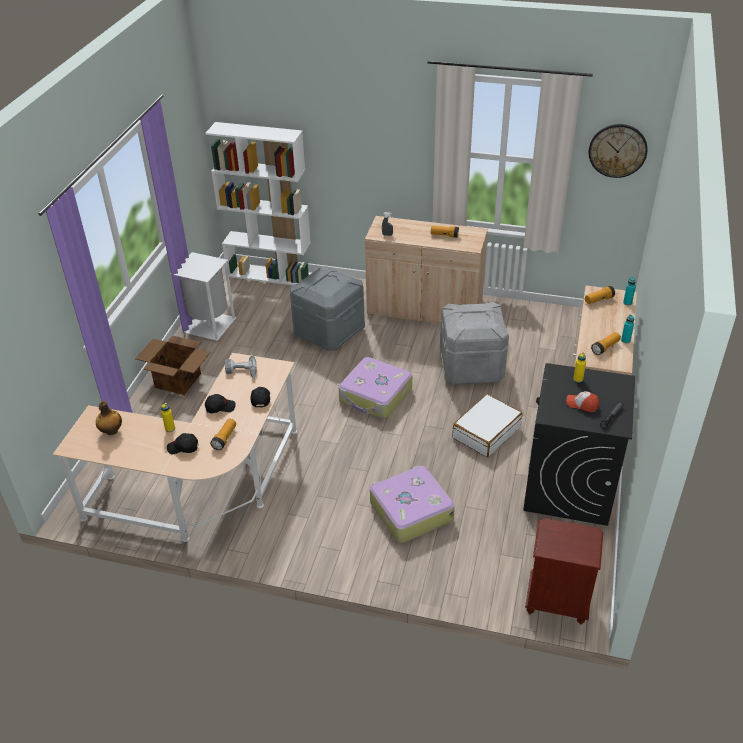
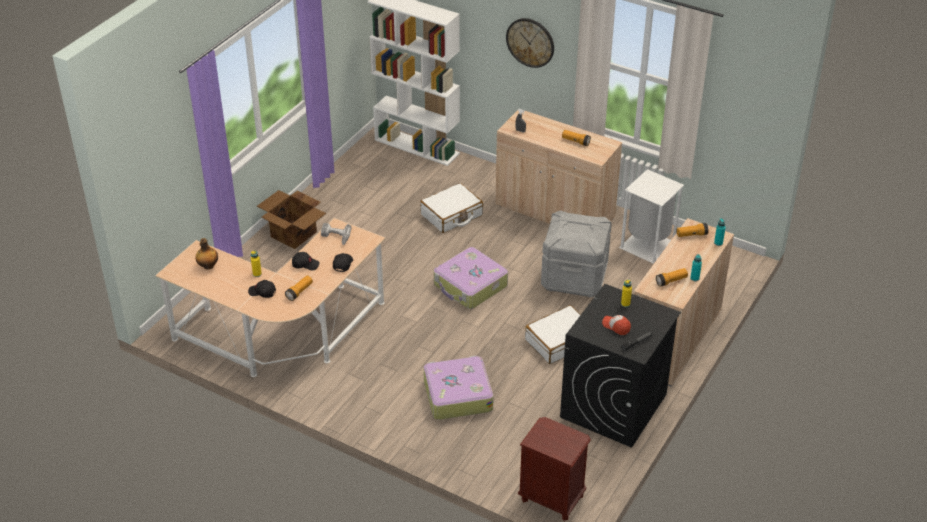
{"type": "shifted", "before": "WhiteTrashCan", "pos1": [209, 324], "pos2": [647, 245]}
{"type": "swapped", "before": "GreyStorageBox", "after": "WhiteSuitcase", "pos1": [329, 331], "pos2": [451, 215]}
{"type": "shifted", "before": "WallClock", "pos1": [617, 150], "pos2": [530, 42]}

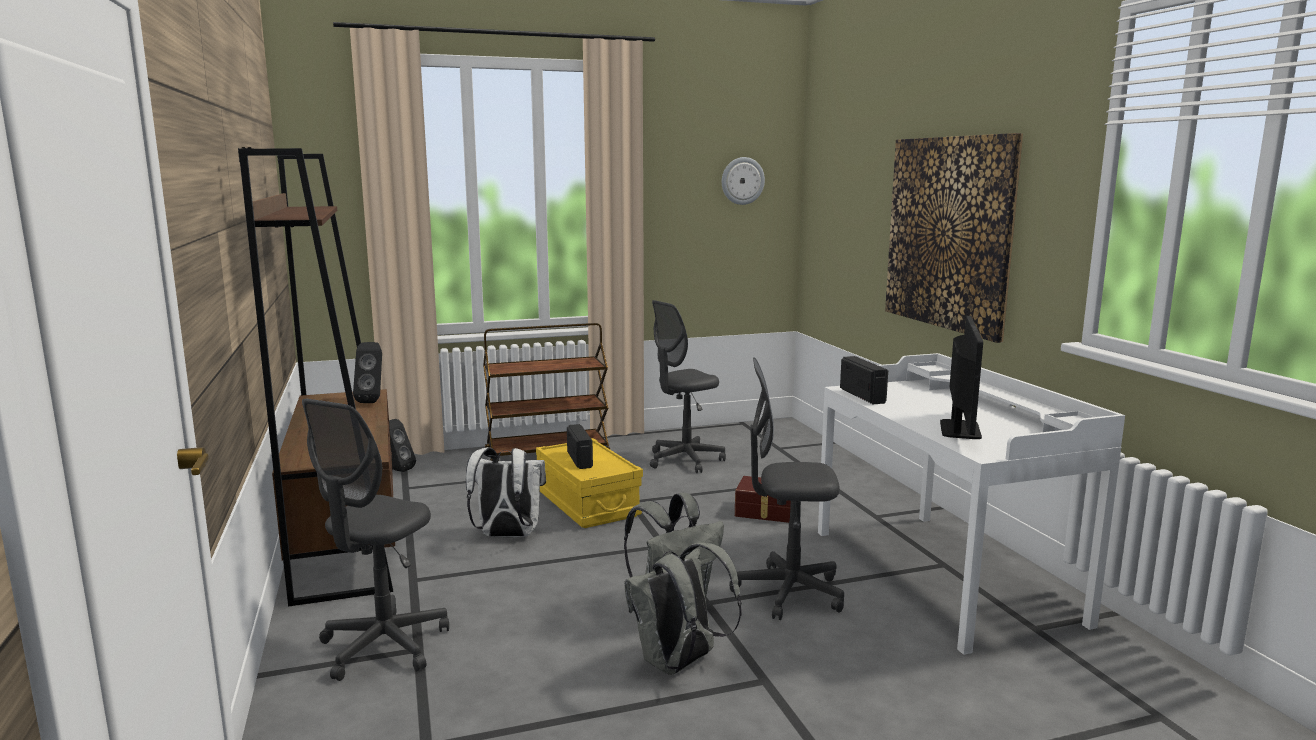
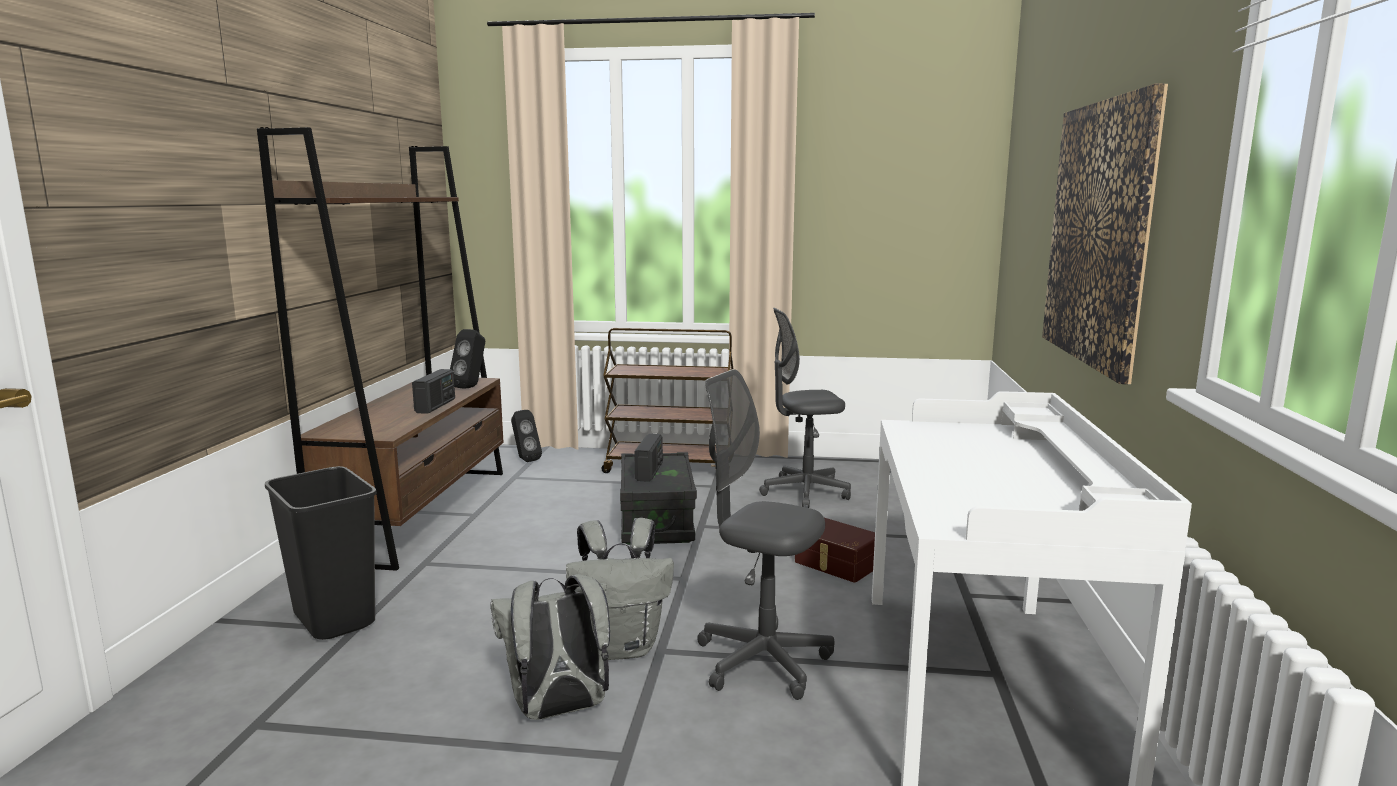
{"type": "swapped", "before": "GreyOfficeChair", "after": "BlackTrashCan", "pos1": [384, 646], "pos2": [332, 619]}
{"type": "gone", "before": "WhiteBackpack", "pos1": [507, 536]}
{"type": "repainted", "before": "YellowStorageBox", "after": "BlackStorageBox", "pos1": [588, 504], "pos2": [656, 521]}
{"type": "gone", "before": "WallClock", "pos1": [742, 181]}
{"type": "shifted", "before": "Radio", "pos1": [863, 396], "pos2": [436, 406]}
{"type": "gone", "before": "Monitor", "pos1": [960, 429]}

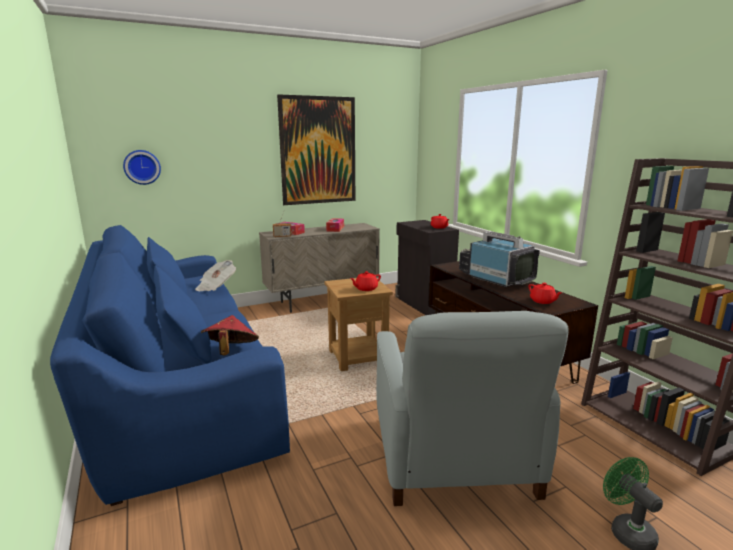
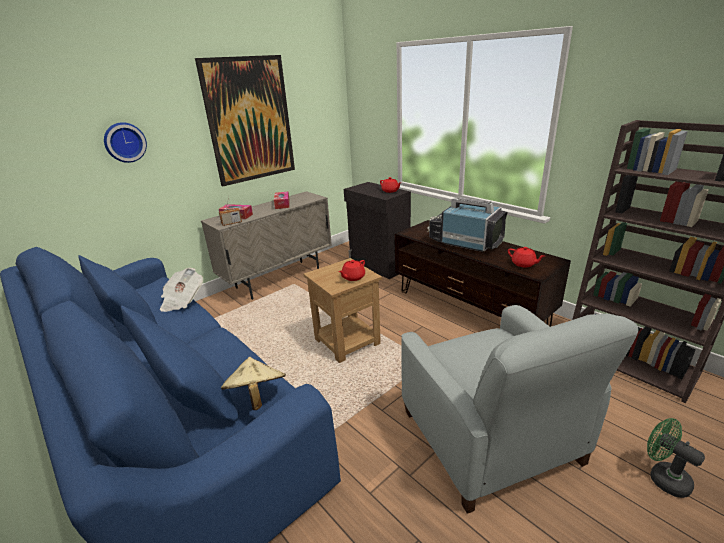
{"type": "shifted", "before": "WallClock", "pos1": [142, 167], "pos2": [124, 142]}
{"type": "repainted", "before": "RedHat", "after": "BeigeHat", "pos1": [231, 352], "pos2": [255, 397]}

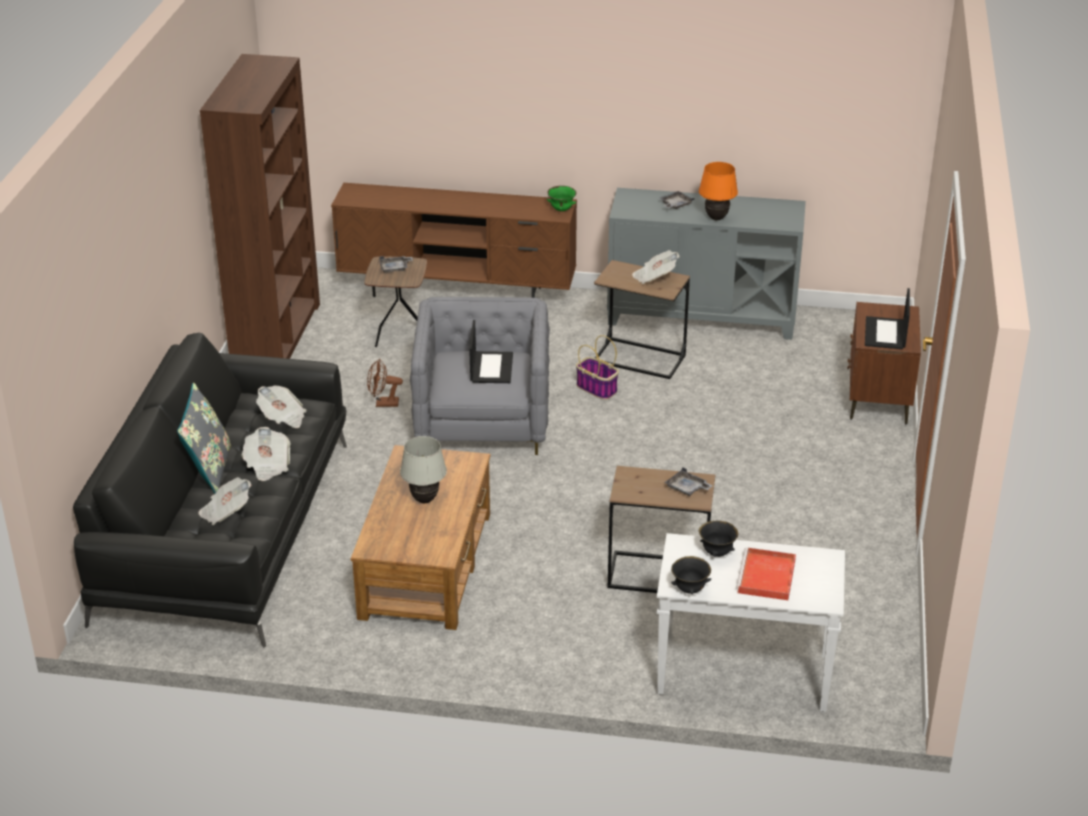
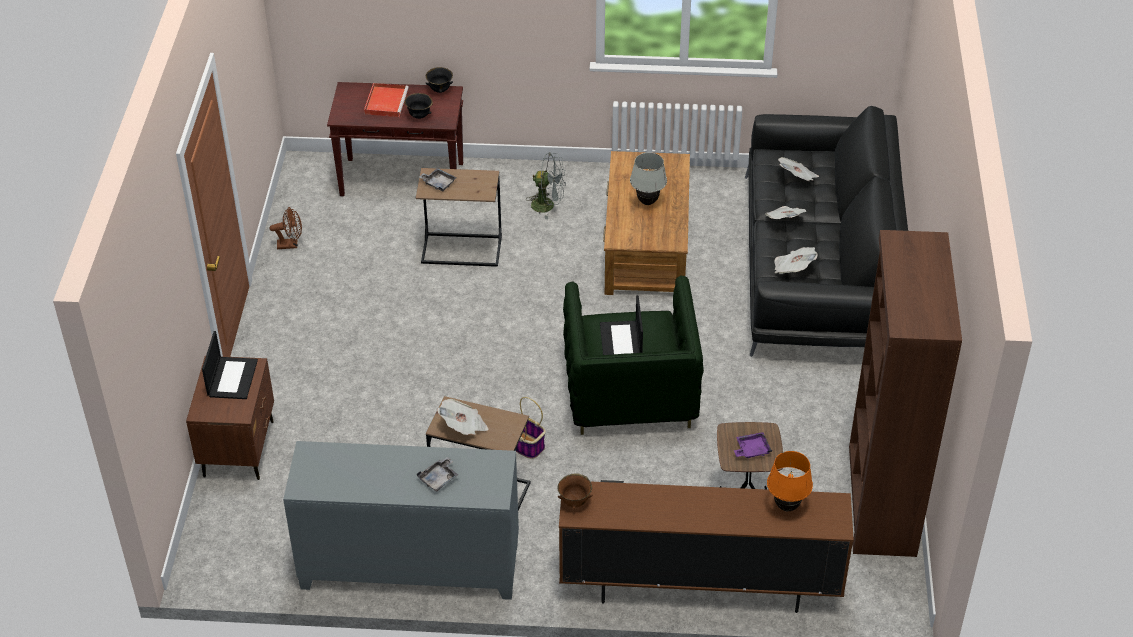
{"type": "gone", "before": "GreyPillow", "pos1": [209, 469]}
{"type": "shifted", "before": "BrownFan", "pos1": [383, 403], "pos2": [291, 244]}
{"type": "repainted", "before": "GreyTray", "after": "PurpleTray", "pos1": [395, 268], "pos2": [751, 450]}
{"type": "repainted", "before": "GreyArmchair", "after": "GreenArmchair", "pos1": [483, 422], "pos2": [630, 393]}
{"type": "repainted", "before": "GreenBowl", "after": "BrownBowl", "pos1": [561, 210], "pos2": [575, 502]}
{"type": "repainted", "before": "WhiteConsoleTable", "after": "BrownConsoleTable", "pos1": [742, 675], "pos2": [403, 179]}
{"type": "shifted", "before": "OrangeTableLamp", "pos1": [716, 218], "pos2": [787, 506]}
{"type": "new", "after": "GreyFan", "pos2": [548, 205]}

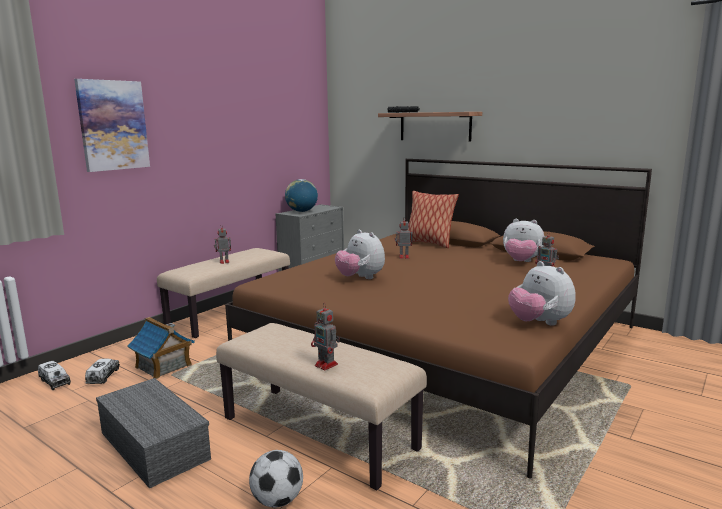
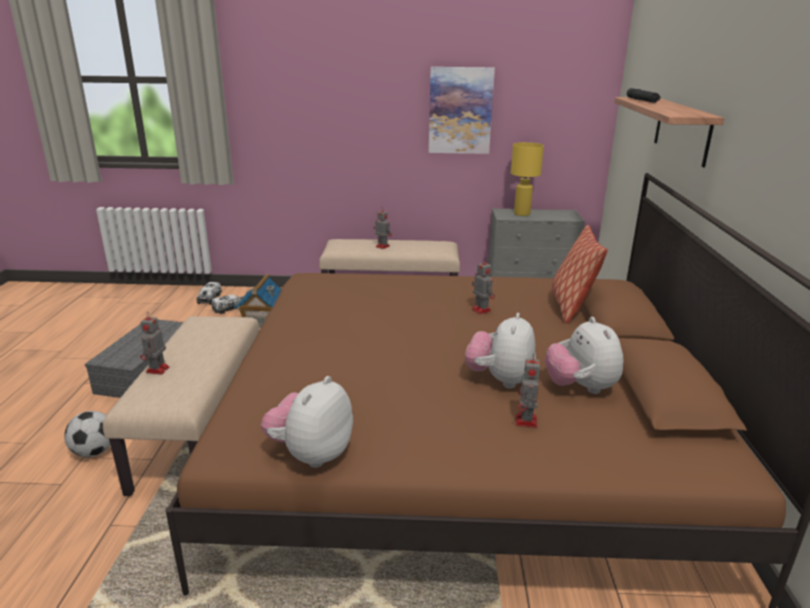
{"type": "shifted", "before": "Picture", "pos1": [113, 125], "pos2": [460, 111]}
{"type": "swapped", "before": "Globe", "after": "YellowTableLamp", "pos1": [302, 211], "pos2": [521, 213]}
{"type": "shifted", "before": "PlushToy", "pos1": [360, 278], "pos2": [500, 380]}

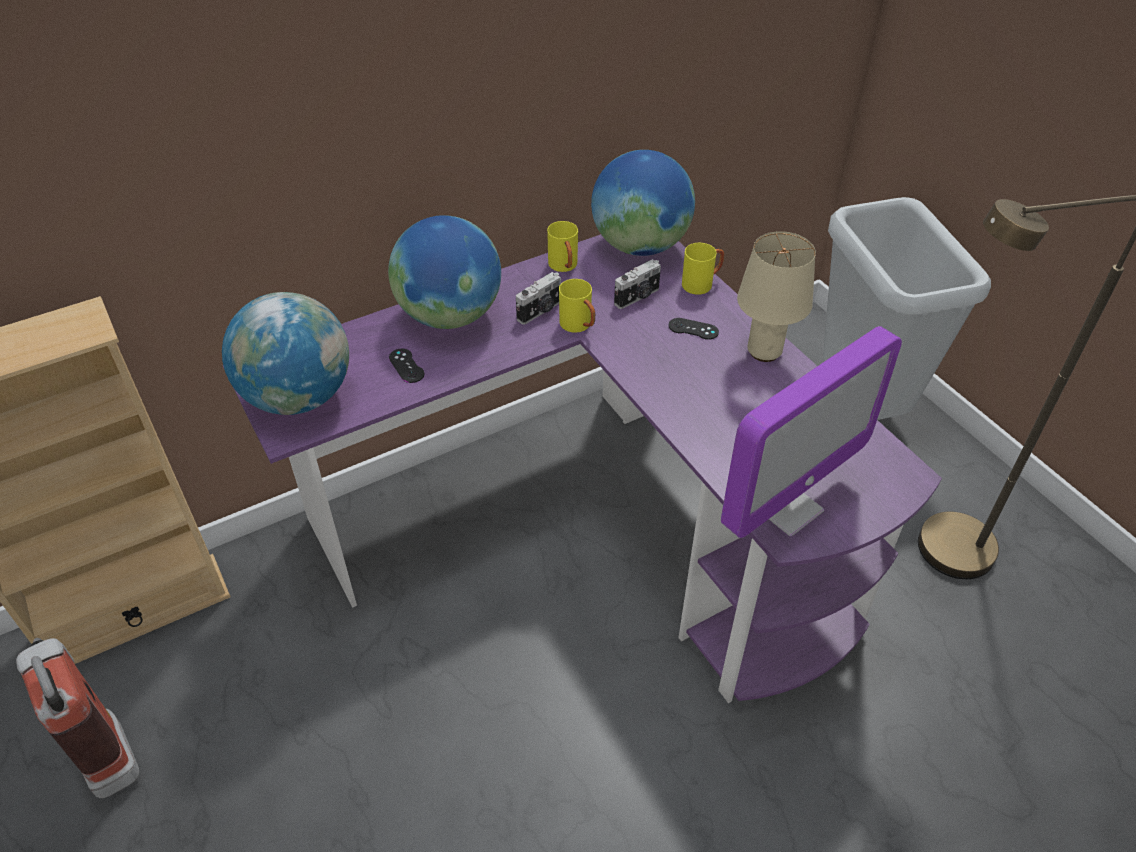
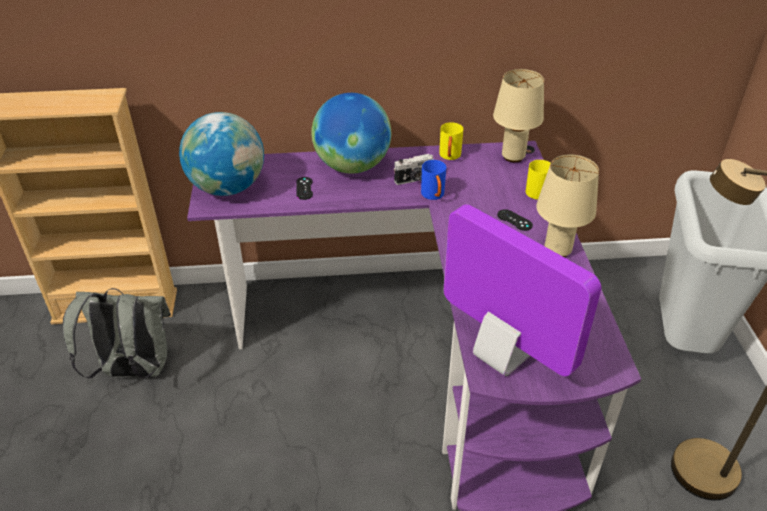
{"type": "gone", "before": "FireExtinguisher", "pos1": [104, 747]}
{"type": "repainted", "before": "YellowMug", "after": "BlueMug", "pos1": [579, 326], "pos2": [434, 196]}
{"type": "swapped", "before": "Globe", "after": "BeigeTableLamp", "pos1": [640, 246], "pos2": [512, 157]}
{"type": "gone", "before": "PhotoCamera", "pos1": [638, 297]}
{"type": "rotated", "before": "Monitor", "pos1": [785, 507], "pos2": [501, 356], "turn": -120}
{"type": "new", "after": "GreyBackpack", "pos2": [133, 370]}

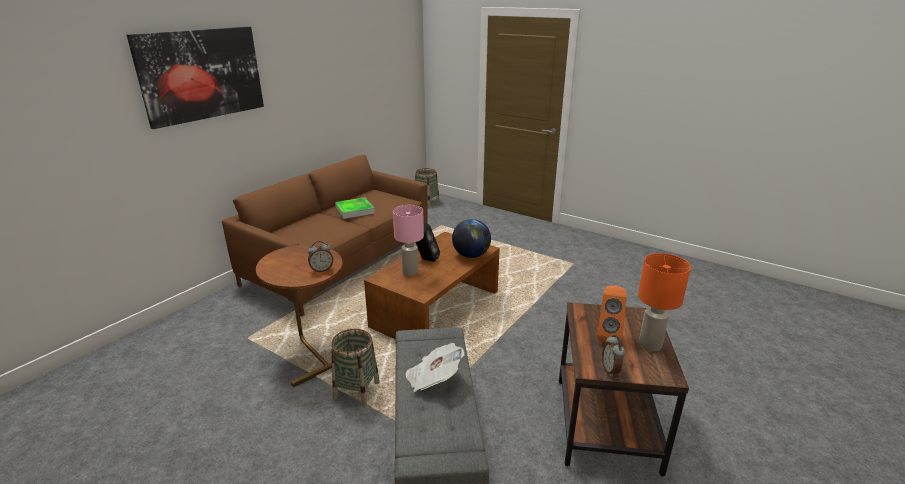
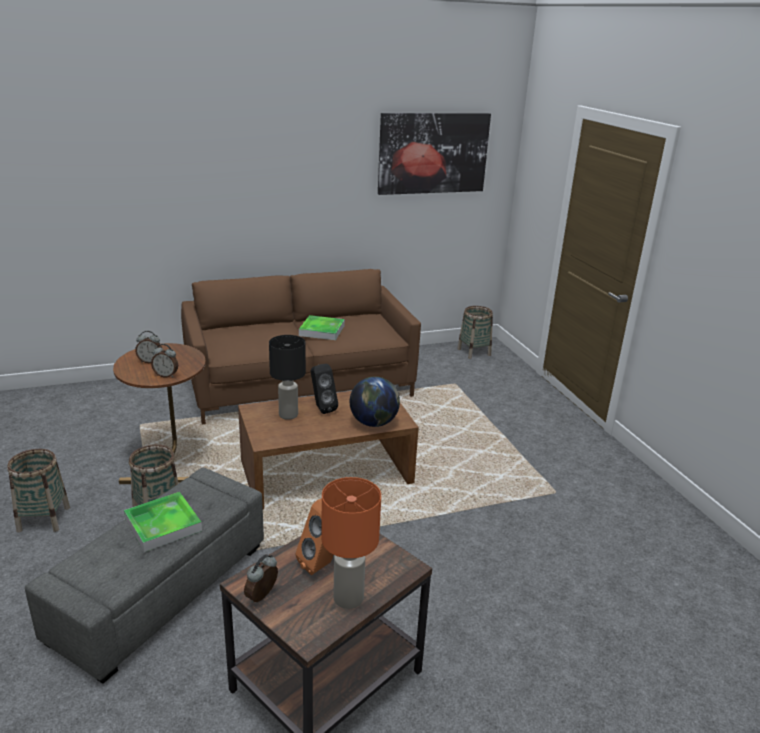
{"type": "shifted", "before": "Picture", "pos1": [202, 74], "pos2": [433, 153]}
{"type": "repainted", "before": "PinkTableLamp", "after": "BlackTableLamp", "pos1": [410, 272], "pos2": [288, 414]}
{"type": "swapped", "before": "Newspaper", "after": "Tray", "pos1": [433, 379], "pos2": [163, 525]}
{"type": "new", "after": "Basket", "pos2": [43, 519]}
{"type": "new", "after": "AlarmClock", "pos2": [150, 361]}

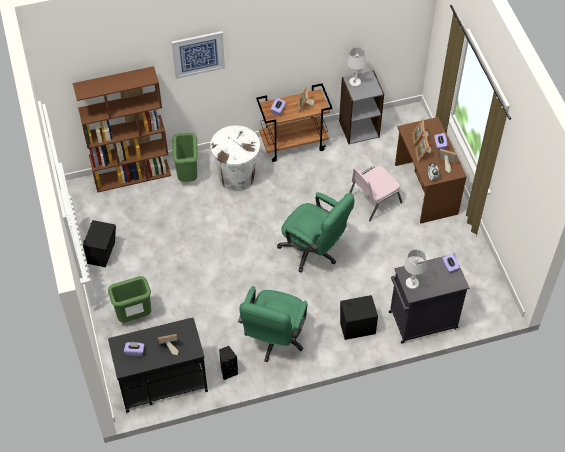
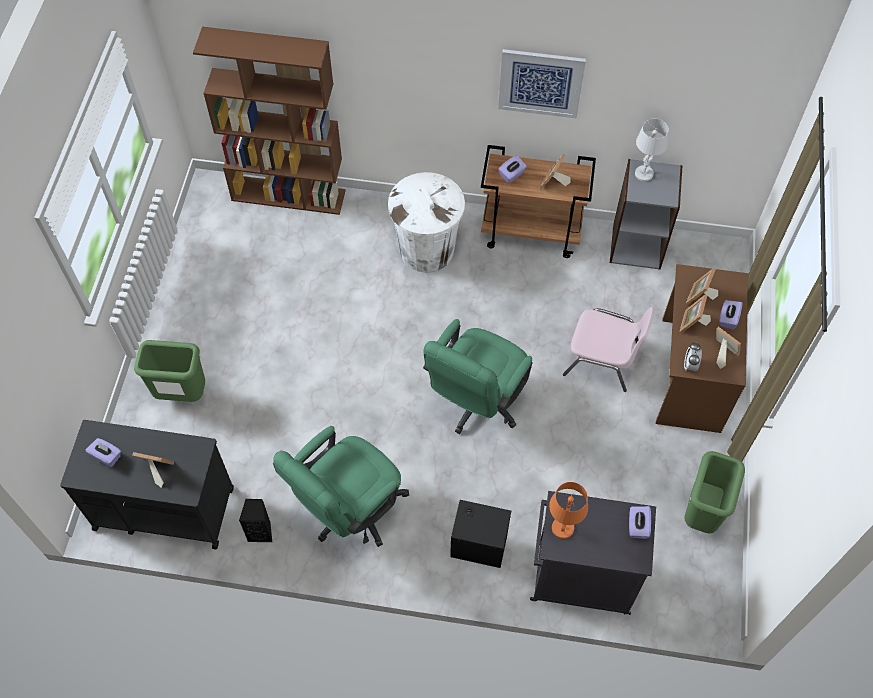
{"type": "gone", "before": "BlackSpeaker", "pos1": [103, 253]}
{"type": "shifted", "before": "Picture", "pos1": [198, 54], "pos2": [540, 83]}
{"type": "shifted", "before": "GreenTrashCan", "pos1": [188, 175], "pos2": [702, 513]}
{"type": "rotated", "before": "GreenOfficeChair", "pos1": [314, 251], "pos2": [476, 403], "turn": 60}
{"type": "rotated", "before": "PinkChair", "pos1": [373, 200], "pos2": [603, 360], "turn": -150}
{"type": "repainted", "before": "WhiteTableLamp", "after": "OrangeTableLamp", "pos1": [412, 283], "pos2": [562, 527]}

